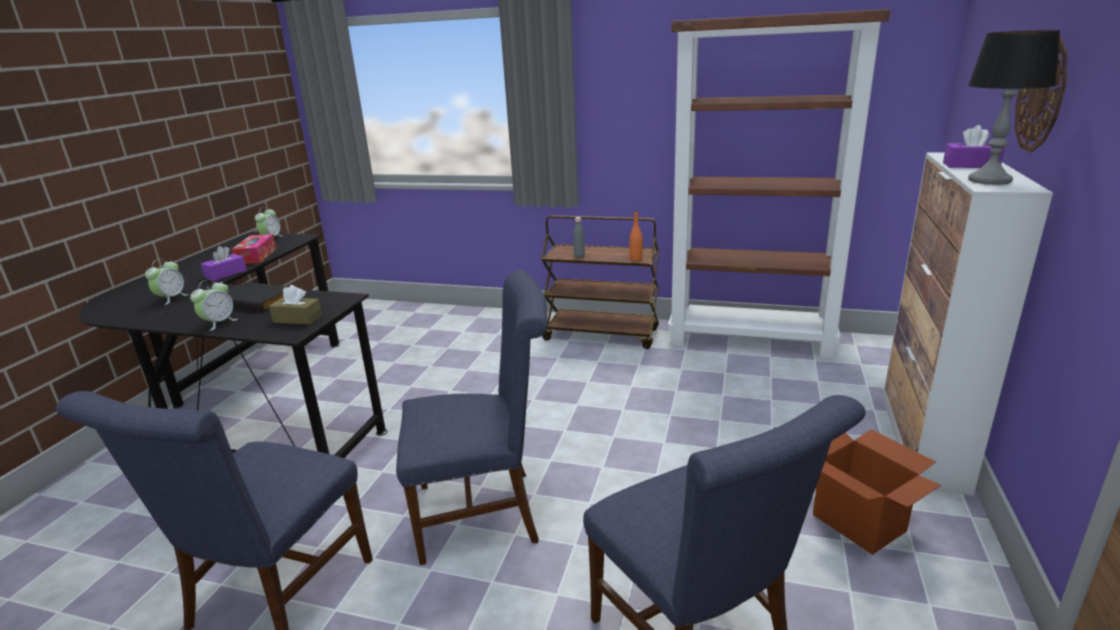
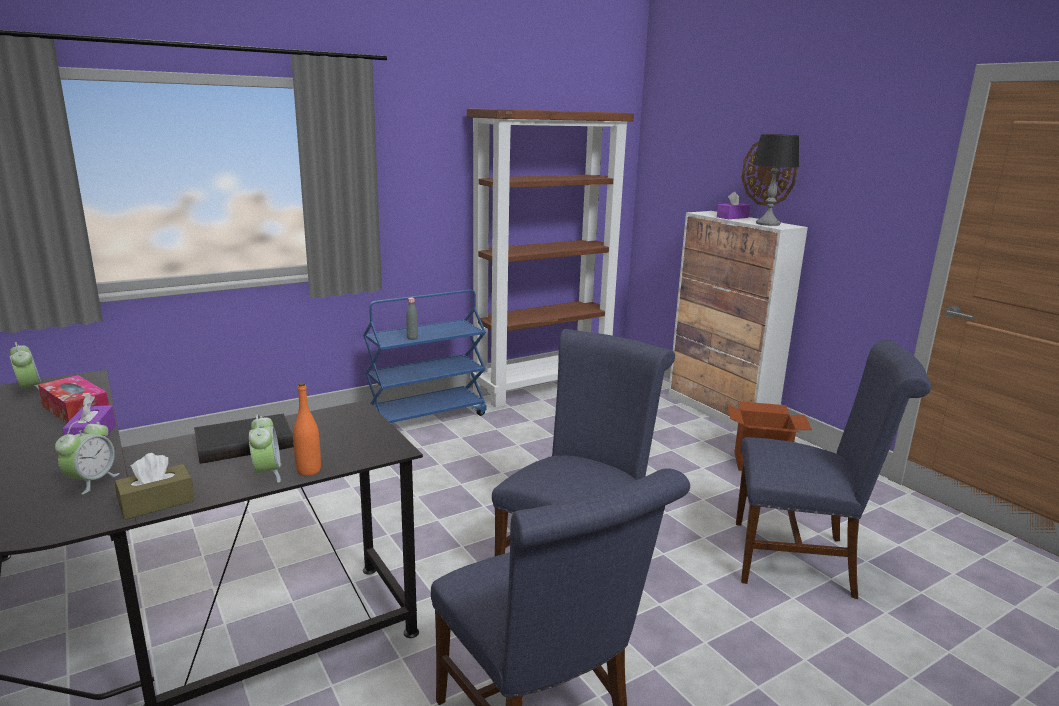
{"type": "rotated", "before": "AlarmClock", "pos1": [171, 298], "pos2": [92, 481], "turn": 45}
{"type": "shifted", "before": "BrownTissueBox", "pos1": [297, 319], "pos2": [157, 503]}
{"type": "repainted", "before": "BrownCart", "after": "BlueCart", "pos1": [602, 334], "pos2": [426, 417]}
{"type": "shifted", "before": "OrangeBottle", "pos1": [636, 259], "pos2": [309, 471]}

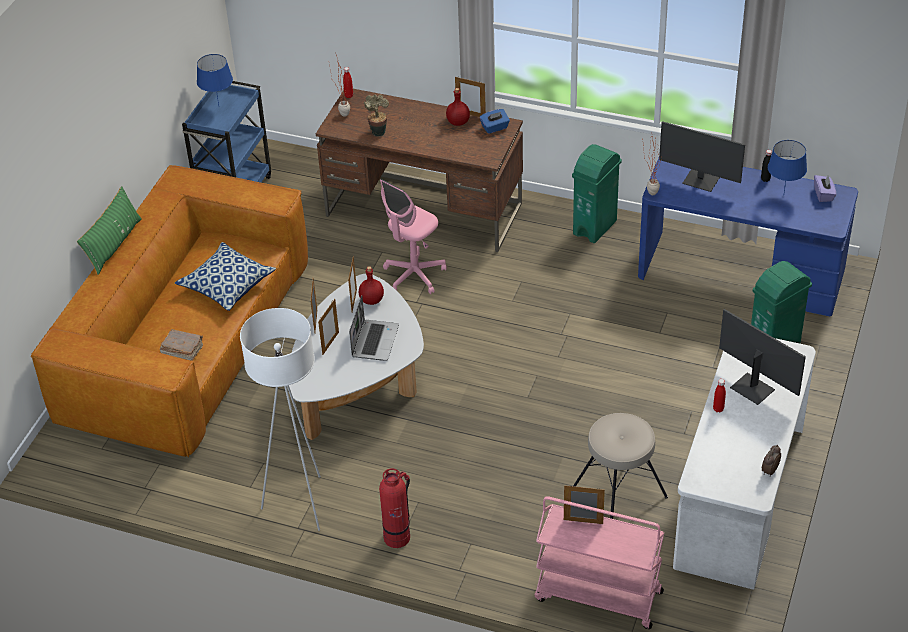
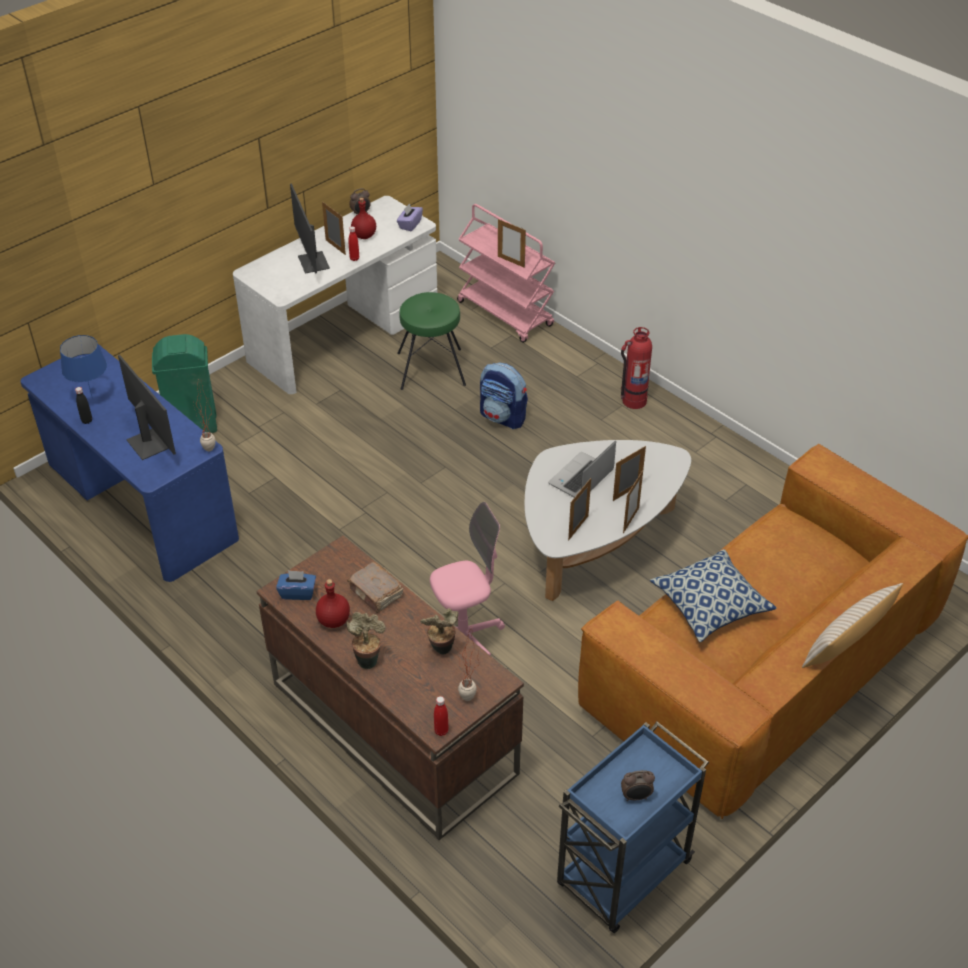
{"type": "repainted", "before": "GreenPillow", "after": "BeigePillow", "pos1": [114, 245], "pos2": [846, 641]}
{"type": "shifted", "before": "BrownBook", "pos1": [182, 350], "pos2": [376, 594]}
{"type": "swapped", "before": "BlueTableLamp", "after": "AlarmClock", "pos1": [218, 107], "pos2": [636, 797]}
{"type": "gone", "before": "WhiteFloorLamp", "pos1": [301, 504]}
{"type": "shifted", "before": "RedBottle", "pos1": [372, 300], "pos2": [364, 235]}
{"type": "shifted", "before": "PictureFrame", "pos1": [471, 114], "pos2": [335, 247]}
{"type": "gone", "before": "GreenTrashCan", "pos1": [595, 227]}
{"type": "repainted", "before": "BeigeStool", "after": "GreenStool", "pos1": [619, 491], "pos2": [431, 369]}
{"type": "shifted", "before": "PurpleTissueBox", "pos1": [823, 194], "pos2": [410, 224]}
{"type": "new", "after": "PottedPlant", "pos2": [367, 659]}
{"type": "new", "after": "Backpack", "pos2": [503, 417]}

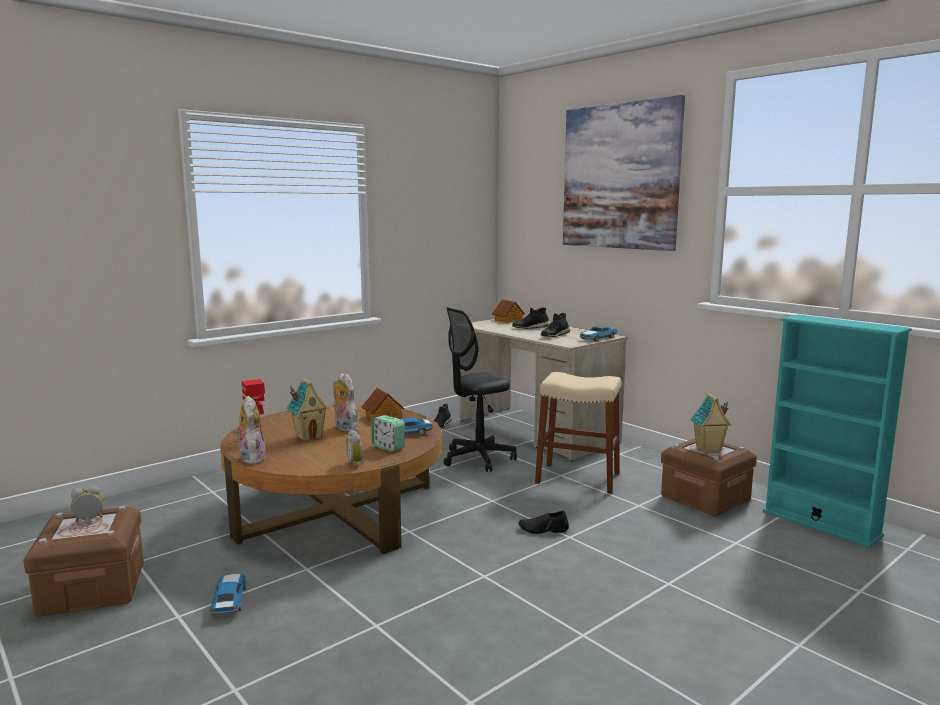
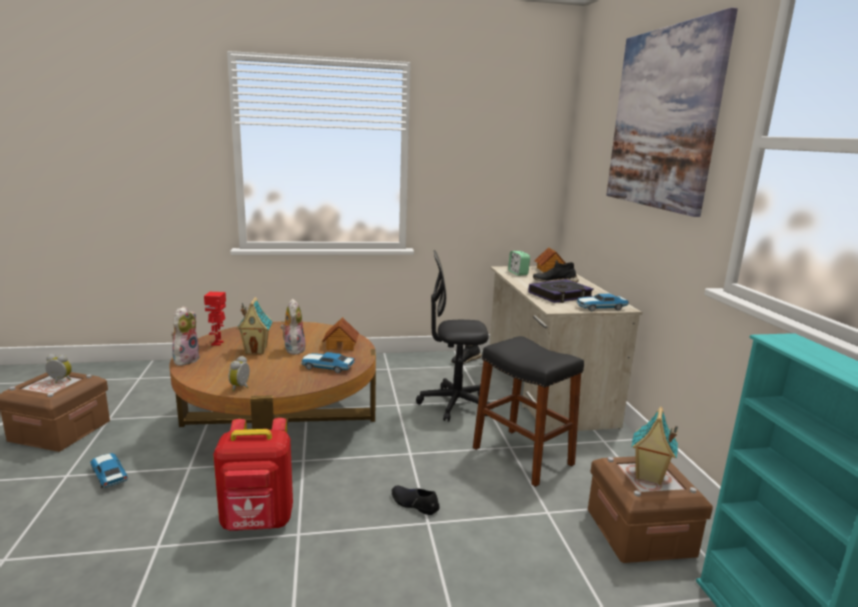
{"type": "rotated", "before": "ToyCar", "pos1": [229, 600], "pos2": [109, 475], "turn": -60}
{"type": "shifted", "before": "AlarmClock", "pos1": [388, 447], "pos2": [518, 273]}
{"type": "repainted", "before": "BeigeStool", "after": "BlackStool", "pos1": [578, 478], "pos2": [522, 456]}
{"type": "swapped", "before": "BlackShoe", "after": "Book", "pos1": [554, 335], "pos2": [560, 295]}
{"type": "new", "after": "RedBackpack", "pos2": [258, 522]}

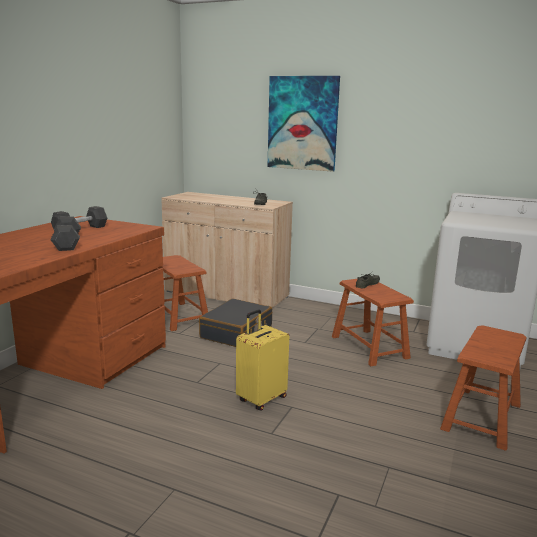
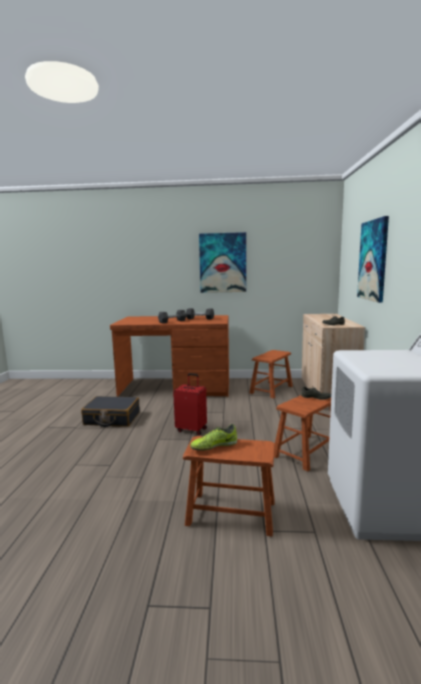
{"type": "shifted", "before": "BlackSuitcase", "pos1": [237, 333], "pos2": [112, 419]}
{"type": "repainted", "before": "YellowSuitcase", "after": "RedSuitcase", "pos1": [261, 399], "pos2": [192, 430]}
{"type": "new", "after": "Shoe", "pos2": [214, 446]}
{"type": "new", "after": "Picture", "pos2": [222, 263]}

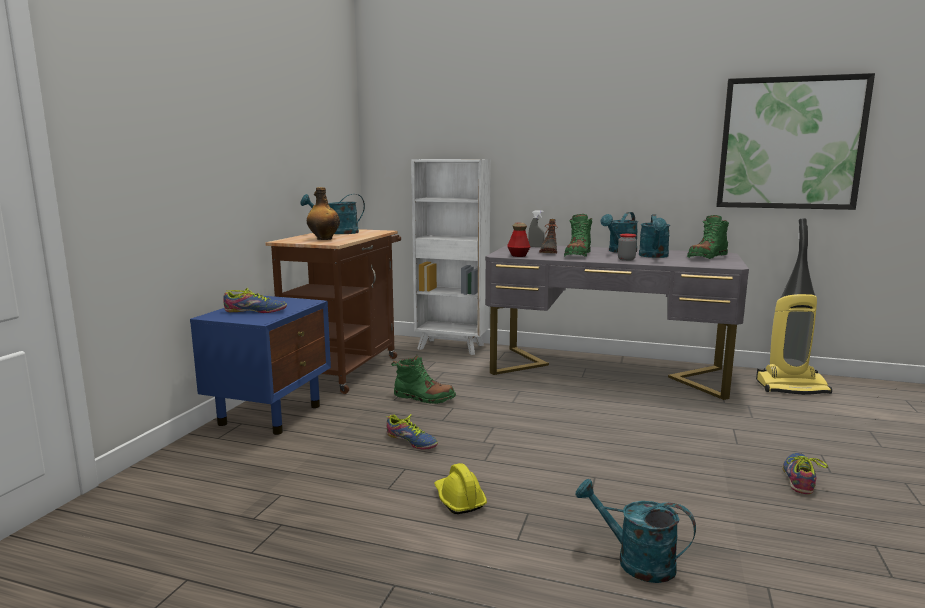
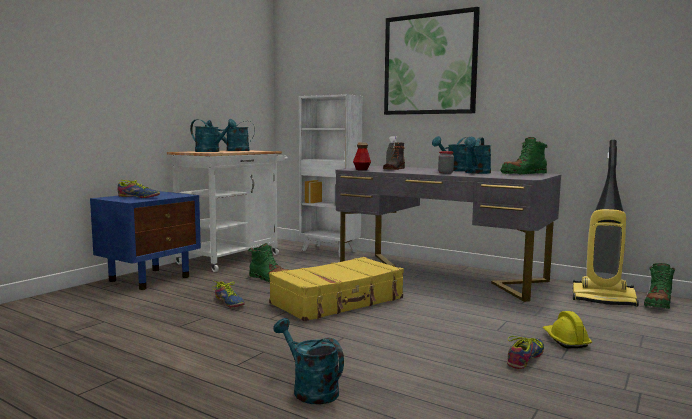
{"type": "repainted", "before": "BrownCart", "after": "WhiteCart", "pos1": [346, 368], "pos2": [234, 257]}
{"type": "swapped", "before": "Bottle", "after": "TurquoiseWateringCan", "pos1": [324, 239], "pos2": [211, 151]}
{"type": "shifted", "before": "YellowHardHat", "pos1": [459, 499], "pos2": [565, 340]}
{"type": "shifted", "before": "GreenBoot", "pos1": [578, 255], "pos2": [658, 304]}
{"type": "shifted", "before": "Picture", "pos1": [790, 143], "pos2": [430, 64]}
{"type": "new", "after": "YellowSuitcase", "pos2": [338, 301]}

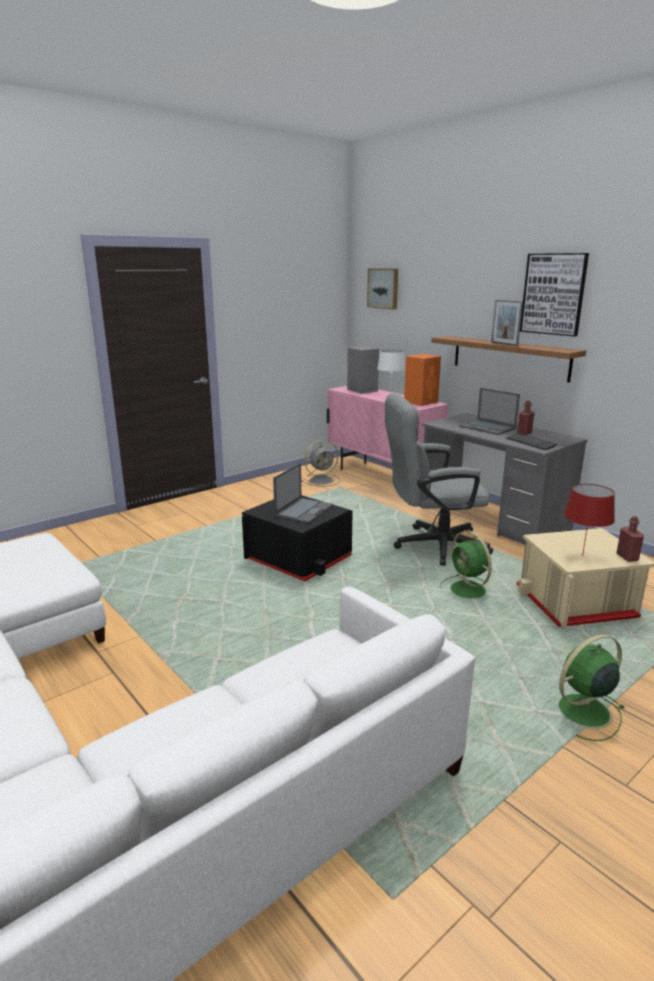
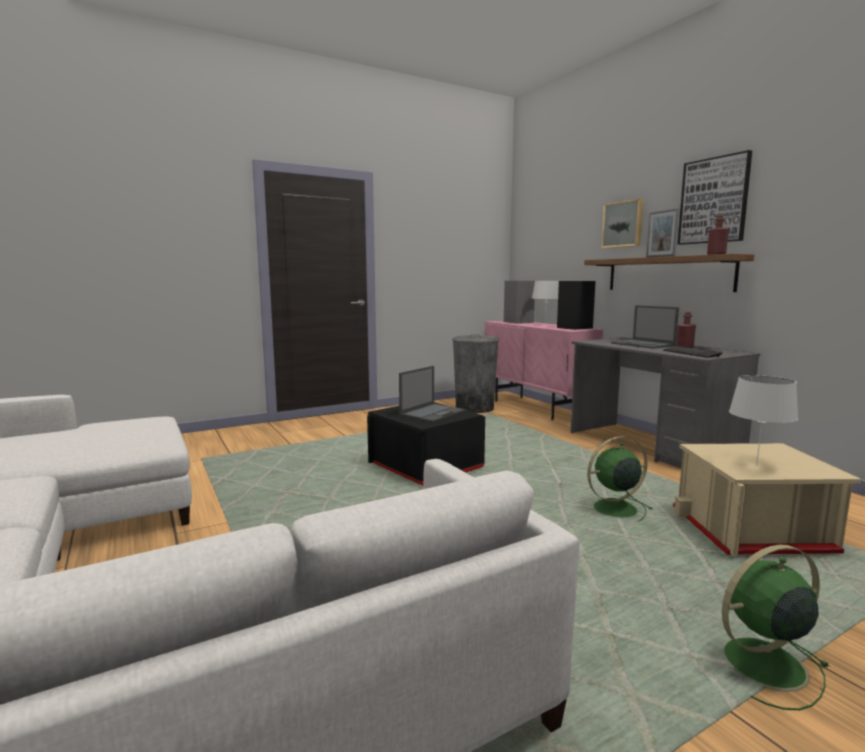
{"type": "swapped", "before": "GreyFan", "after": "GreyTrashCan", "pos1": [322, 480], "pos2": [474, 408]}
{"type": "shifted", "before": "Picture", "pos1": [383, 288], "pos2": [623, 224]}
{"type": "gone", "before": "GreyOfficeChair", "pos1": [431, 545]}
{"type": "repainted", "before": "OrangeSpeaker", "after": "BlackSpeaker", "pos1": [421, 402], "pos2": [575, 328]}
{"type": "rotated", "before": "GreenFan", "pos1": [469, 591], "pos2": [613, 509], "turn": 90}
{"type": "repainted", "before": "RedTableLamp", "after": "WhiteTableLamp", "pos1": [582, 556], "pos2": [756, 466]}
{"type": "shifted", "before": "RedBottle", "pos1": [627, 557], "pos2": [716, 254]}

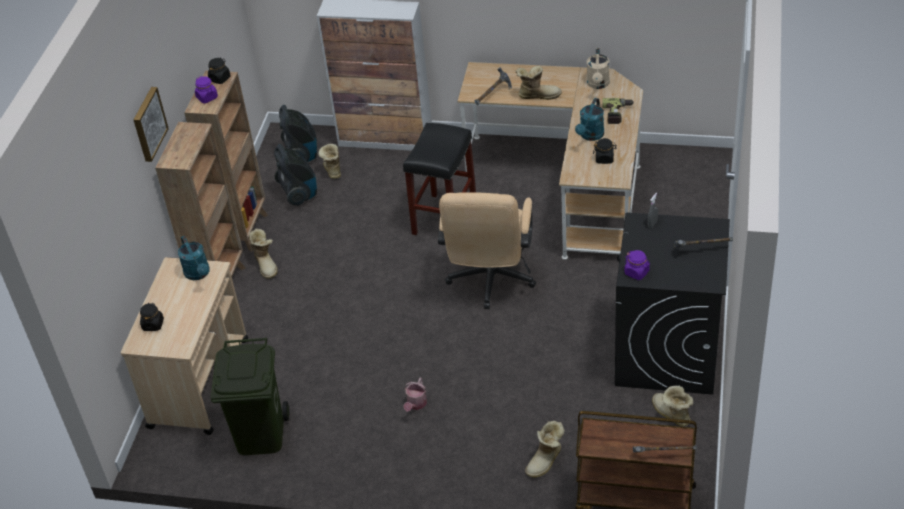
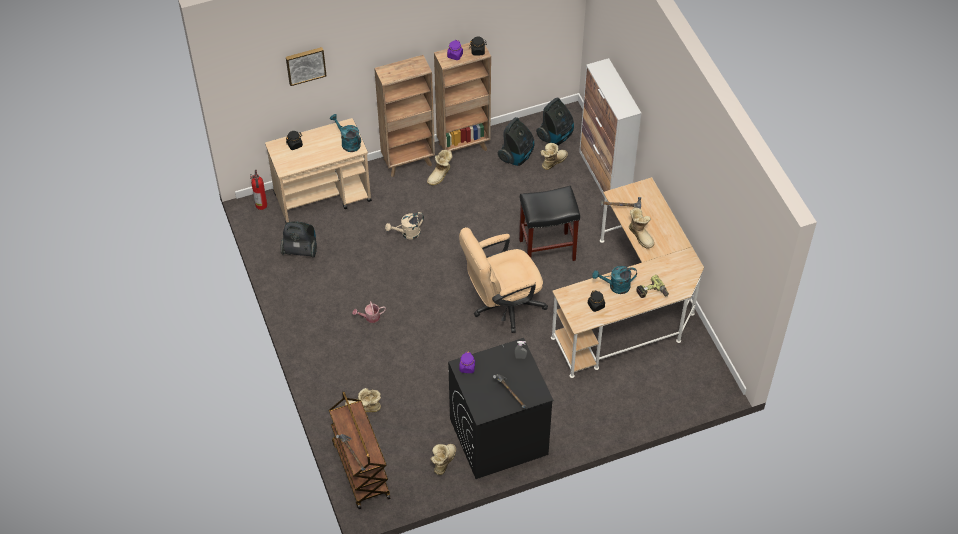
{"type": "shifted", "before": "Picture", "pos1": [148, 124], "pos2": [305, 65]}
{"type": "rotated", "before": "TurquoiseWateringCan", "pos1": [199, 274], "pos2": [348, 142], "turn": 105}
{"type": "swapped", "before": "GreenTrashCan", "after": "VacuumCleaner", "pos1": [259, 435], "pos2": [300, 250]}
{"type": "shifted", "before": "BeigeWateringCan", "pos1": [598, 84], "pos2": [407, 233]}
{"type": "new", "after": "FireExtinguisher", "pos2": [261, 206]}

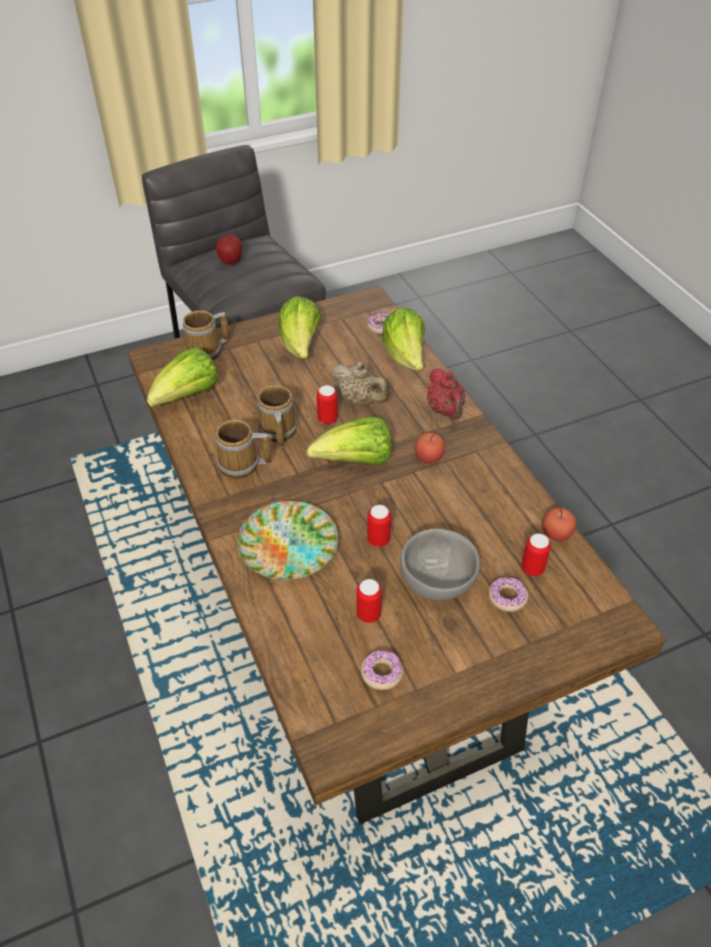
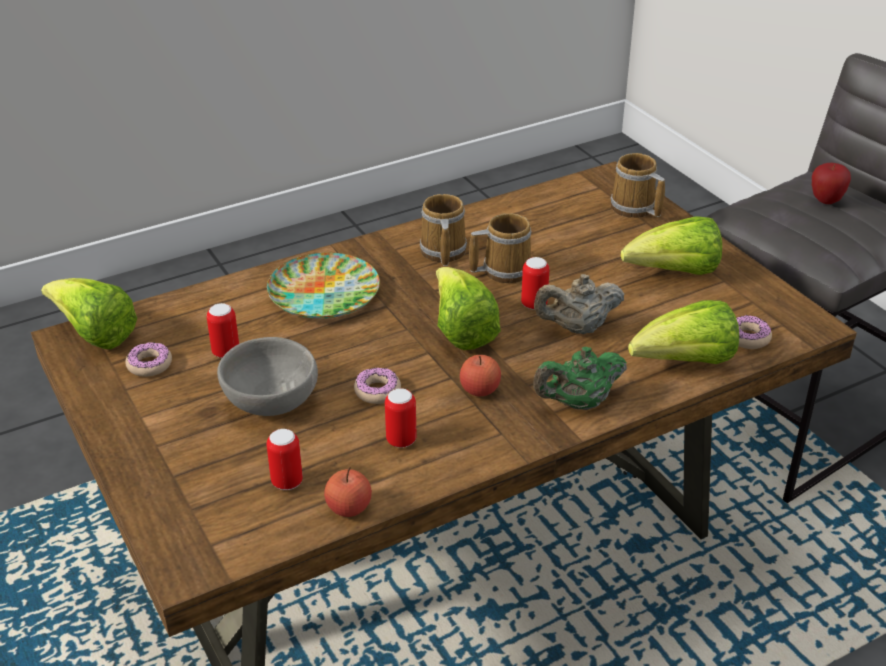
{"type": "shifted", "before": "Lettuce", "pos1": [187, 396], "pos2": [95, 334]}
{"type": "rotated", "before": "BeigeTeapot", "pos1": [360, 401], "pos2": [577, 328], "turn": 45}
{"type": "shifted", "before": "Can", "pos1": [378, 540], "pos2": [401, 440]}
{"type": "repainted", "before": "RedTeapot", "after": "GreenTeapot", "pos1": [445, 410], "pos2": [578, 403]}
{"type": "shifted", "before": "Donut", "pos1": [507, 597], "pos2": [377, 391]}

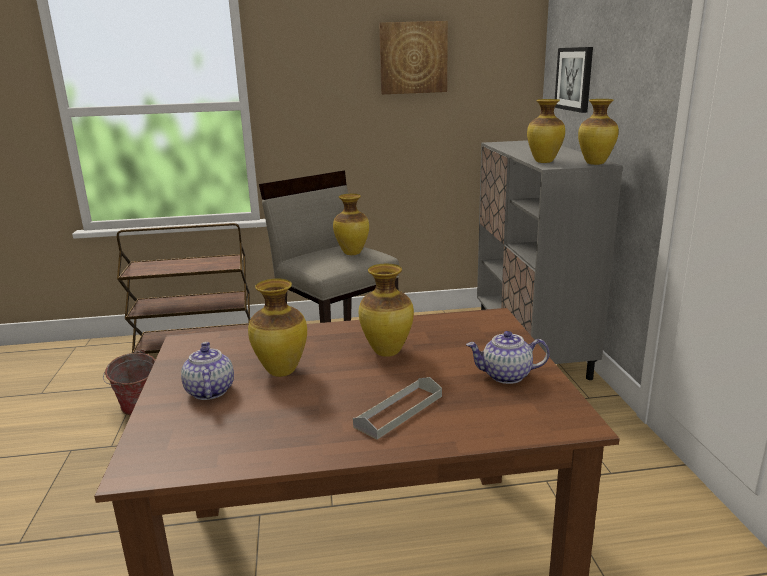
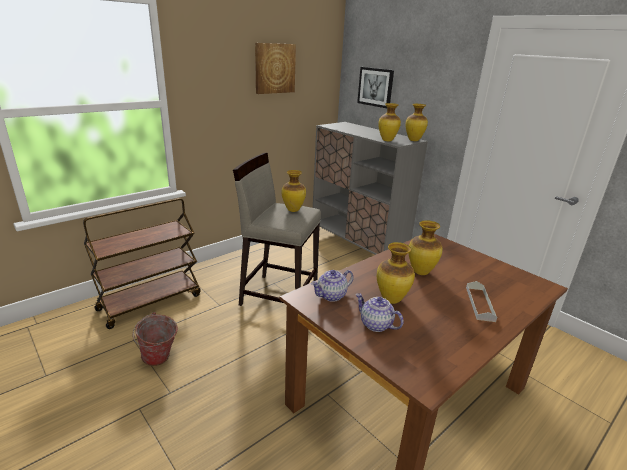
{"type": "shifted", "before": "Teapot", "pos1": [506, 376], "pos2": [331, 296]}

